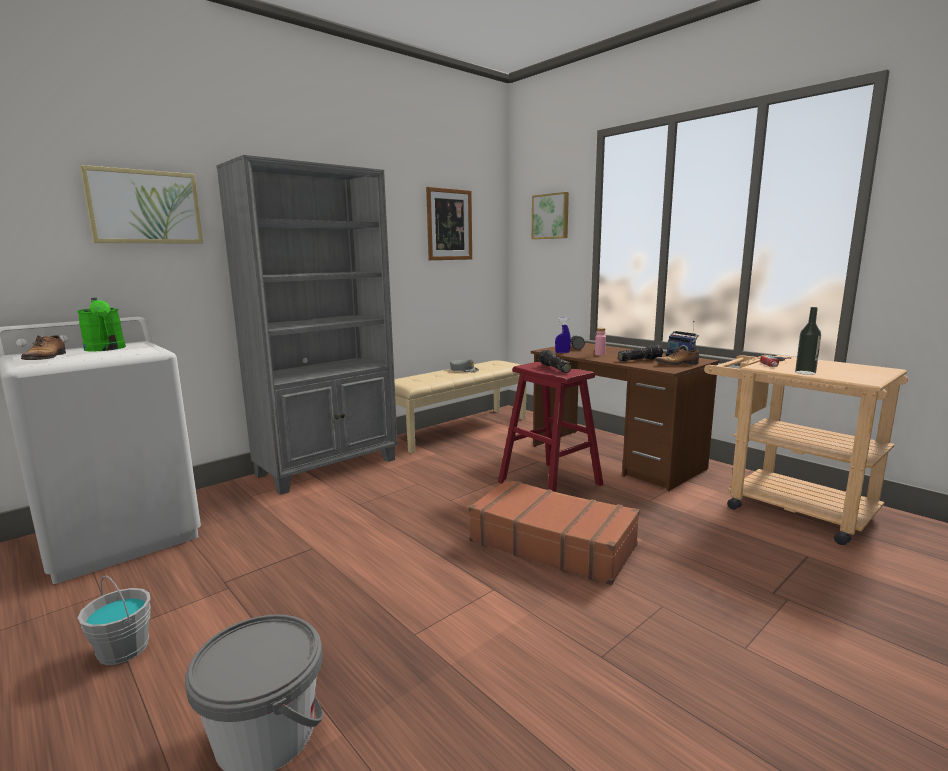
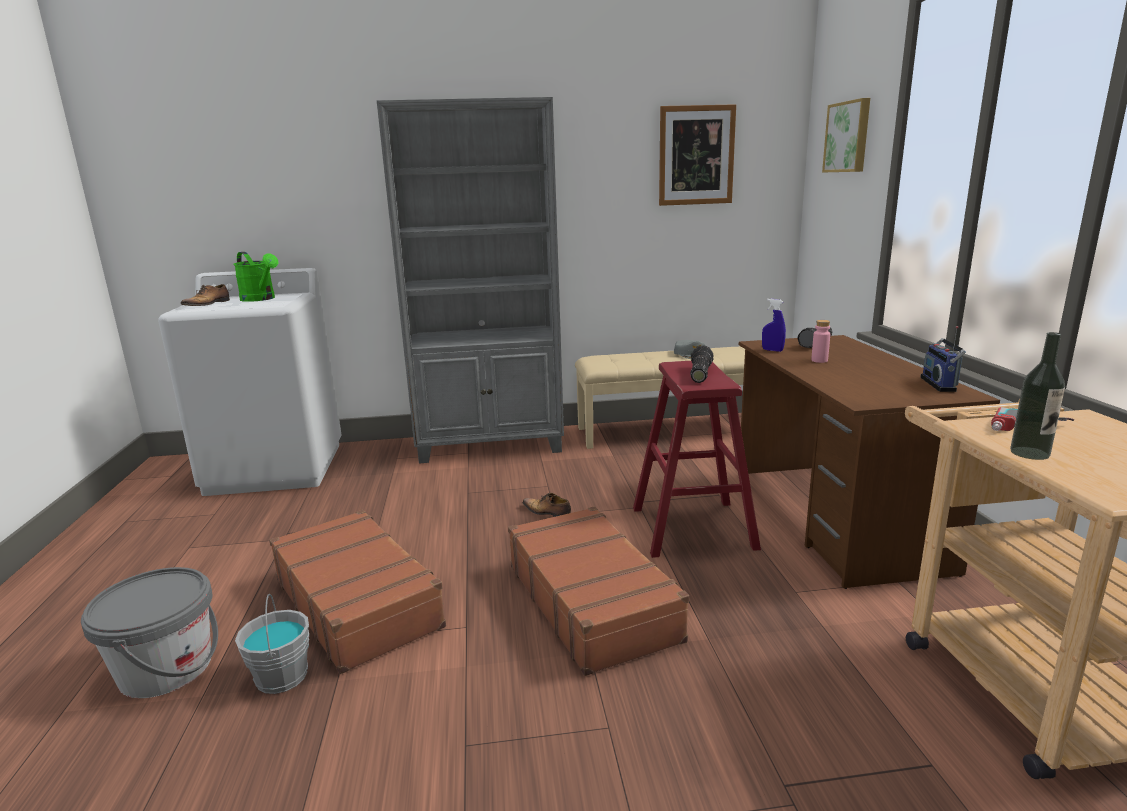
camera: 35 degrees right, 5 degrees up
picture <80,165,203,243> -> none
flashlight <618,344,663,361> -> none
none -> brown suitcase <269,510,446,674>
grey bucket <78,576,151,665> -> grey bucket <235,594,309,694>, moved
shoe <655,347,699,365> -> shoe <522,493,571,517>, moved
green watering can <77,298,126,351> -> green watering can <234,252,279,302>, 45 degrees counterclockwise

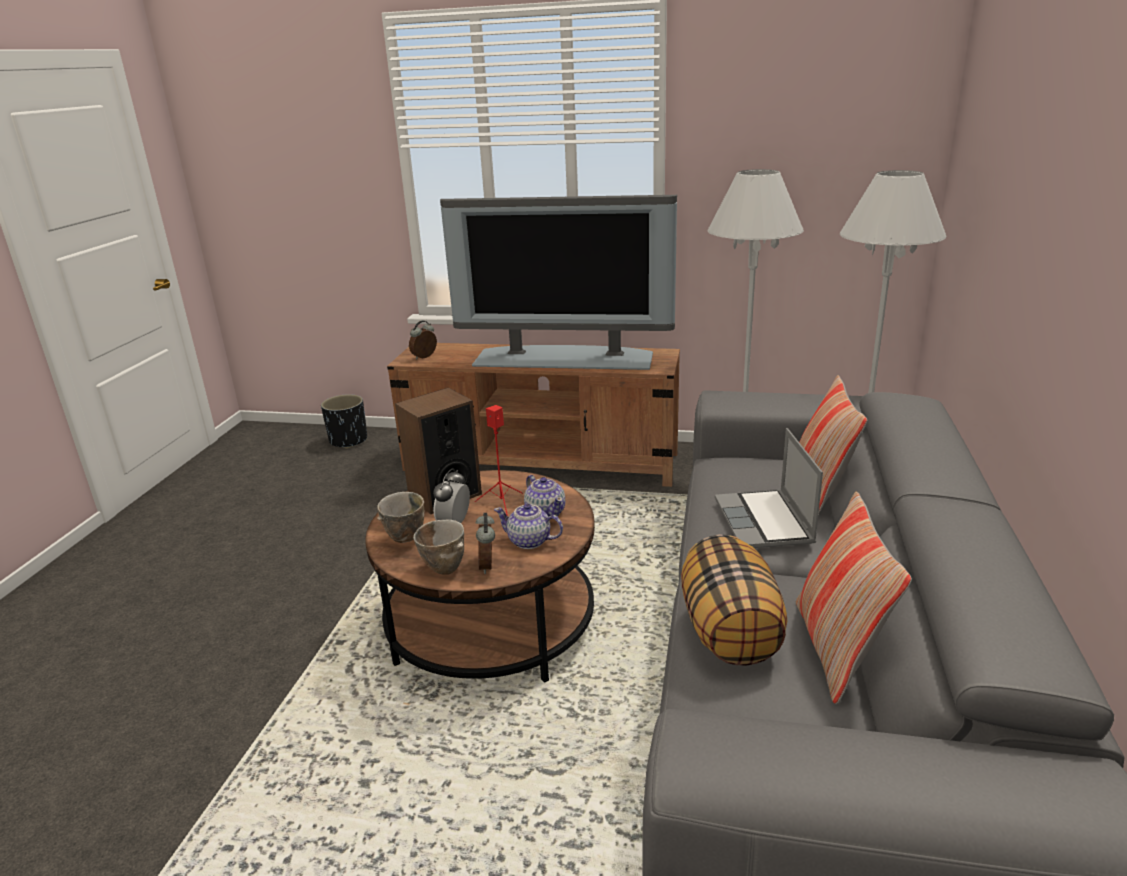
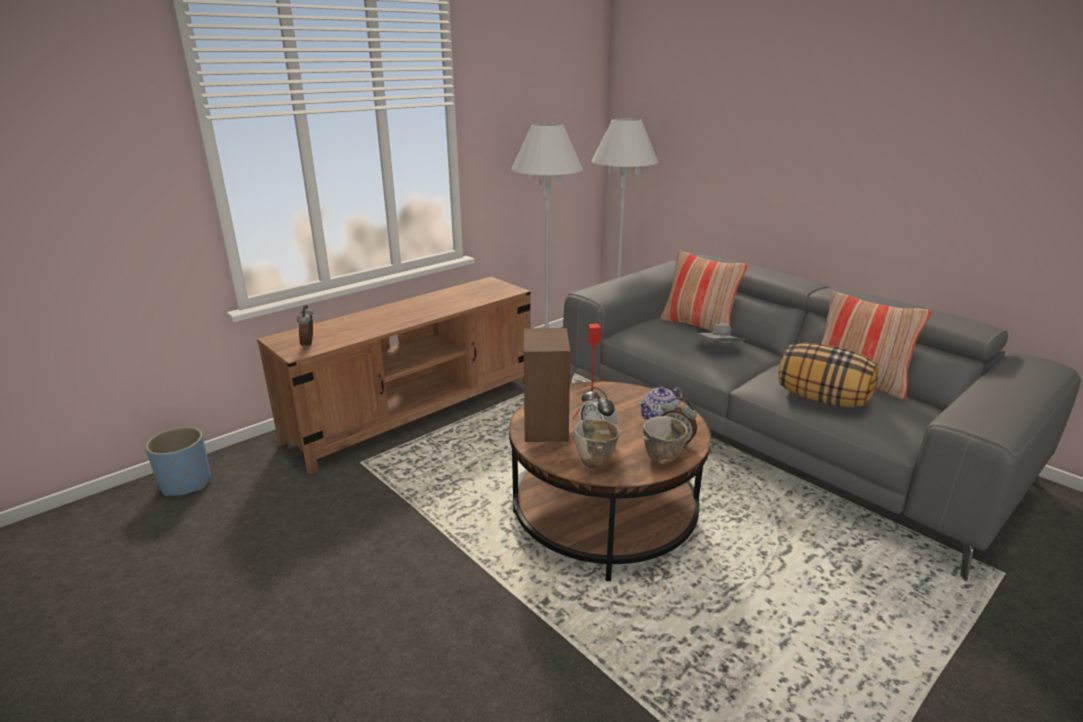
camera: 55 degrees left, 0 degrees up
television <440,195,677,370> -> none
teapot <524,475,565,517> -> none
laptop <715,428,823,548> -> grey hat <696,323,745,342>
black planter <321,394,367,449> -> blue planter <145,427,211,496>

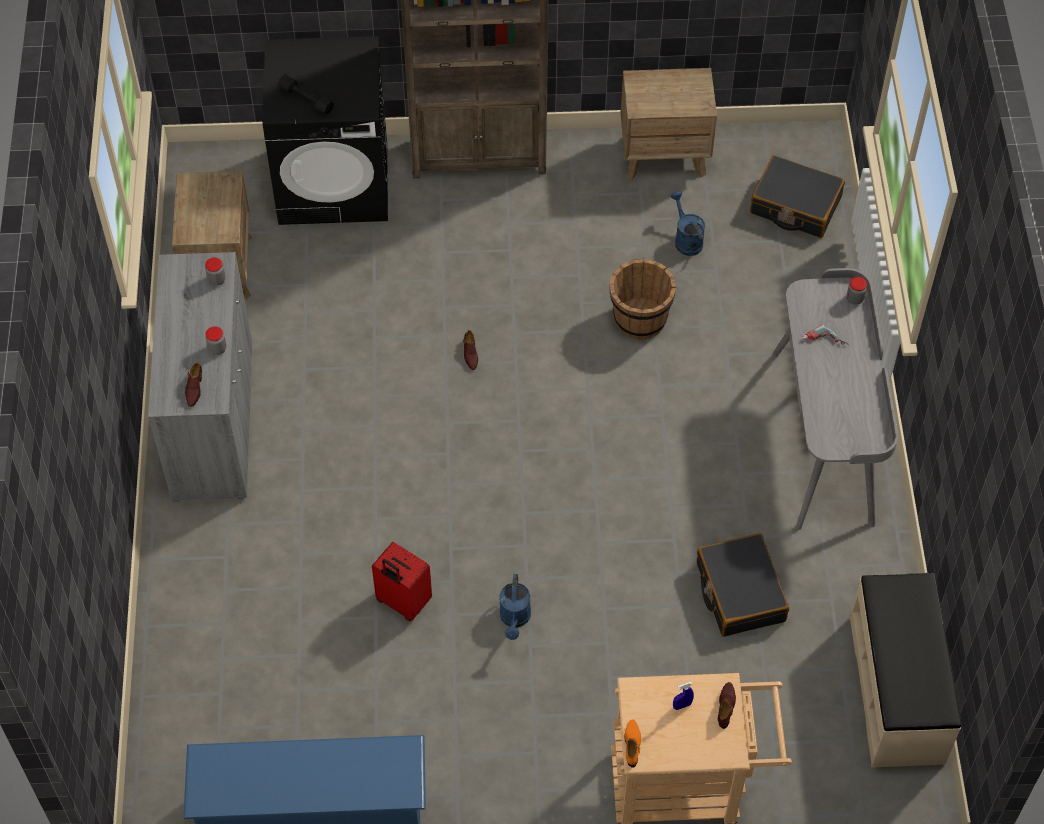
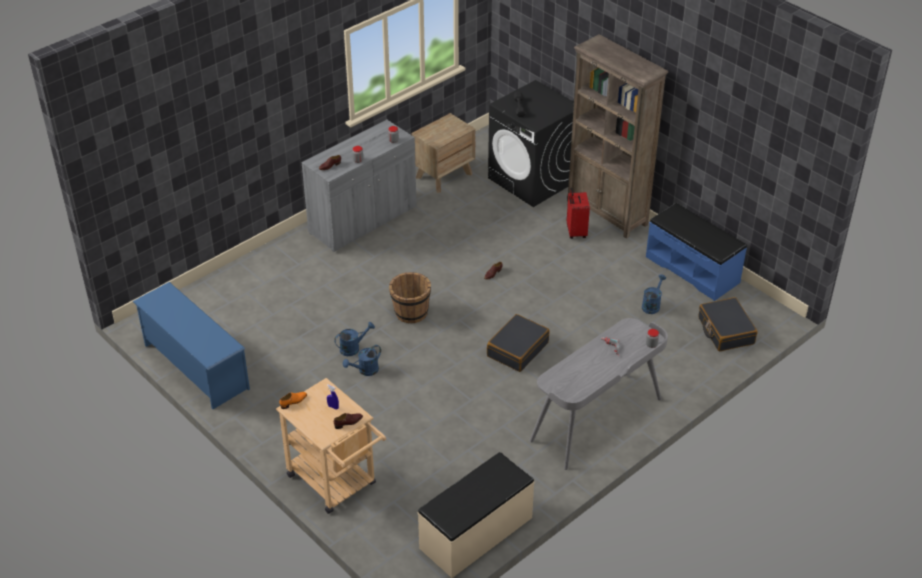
camera: 50 degrees right, 15 degrees down
none -> blue watering can <334,322,375,356>
red suitcase <372,542,432,621> -> red suitcase <567,188,590,239>, moved
brown bucket <609,259,676,340> -> brown bucket <389,272,431,323>, moved
black suitcase <697,533,789,637> -> black suitcase <487,314,550,372>, moved
brown nightstand <621,68,717,180> -> blue bench <646,203,747,301>

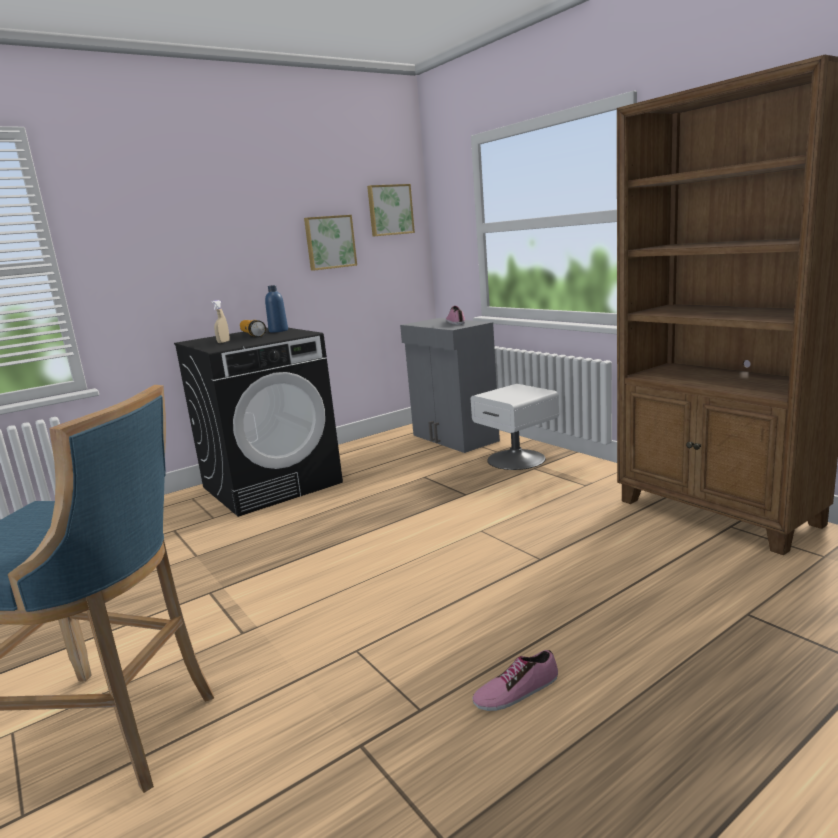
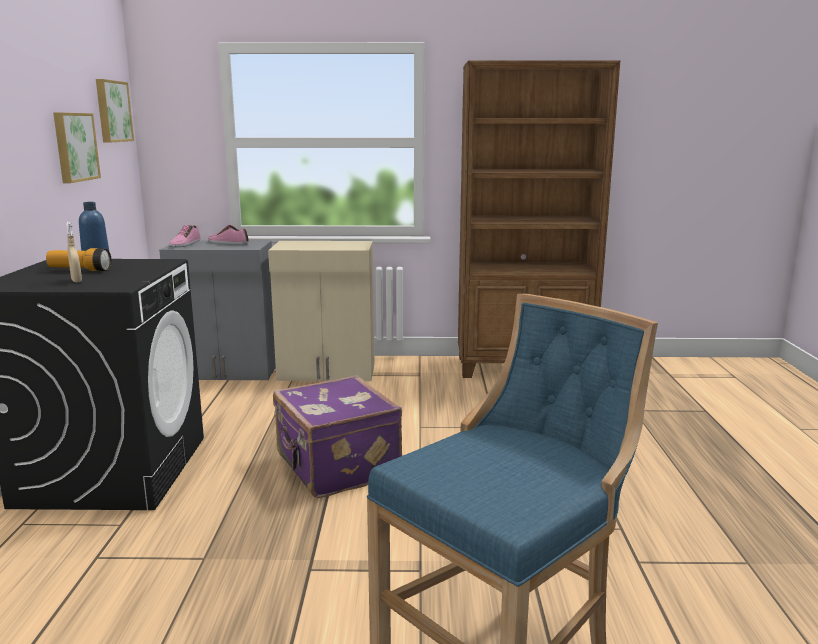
camera: 55 degrees left, 0 degrees up
none -> purple suitcase <273,376,402,498>
shoe <473,650,558,711> -> shoe <169,225,200,247>, moved
white nightstand <471,384,559,470> -> beige cabinet <268,241,375,381>

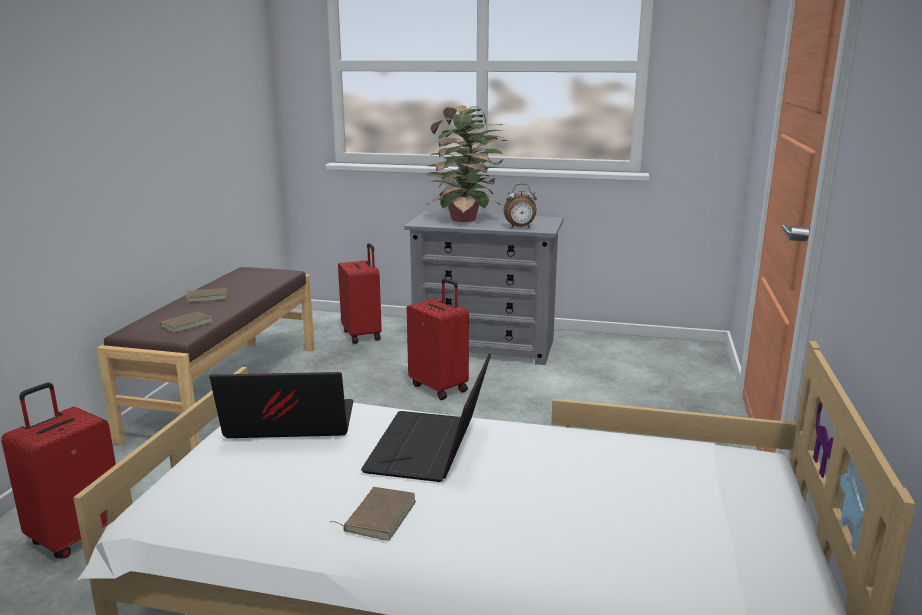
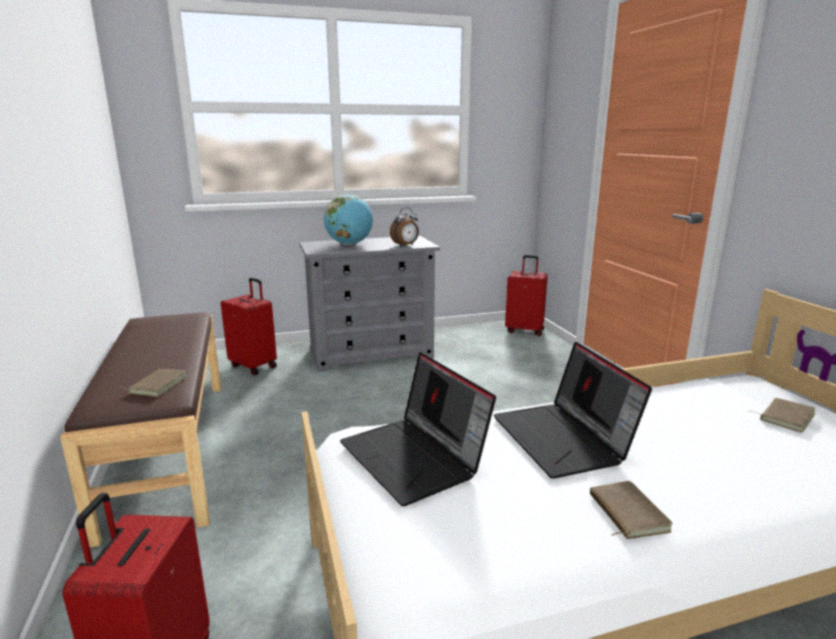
camera: 30 degrees left, 0 degrees up
brown book <186,288,227,303> -> brown book <752,398,815,433>, moved
red suitcase <406,278,469,400> -> red suitcase <505,255,548,336>, moved
potted plant <426,105,508,222> -> globe <324,194,373,245>
laptop <209,372,354,438> -> laptop <340,352,496,506>, 90 degrees counterclockwise

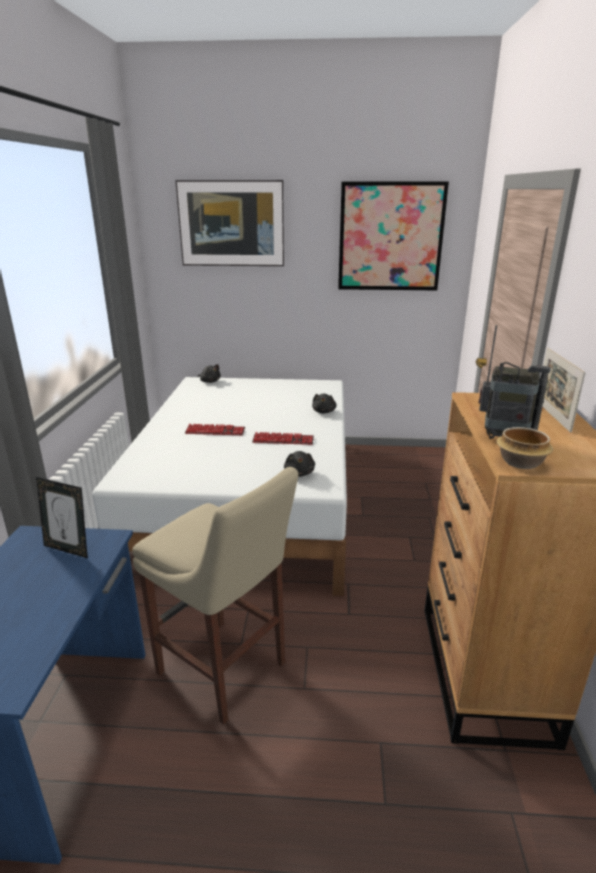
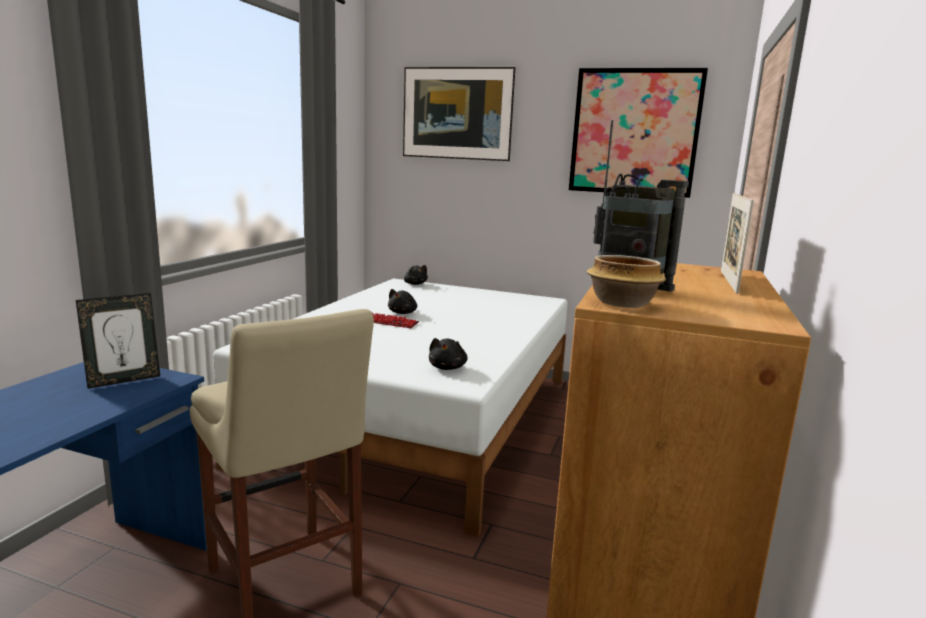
camera: 15 degrees right, 10 degrees down
keyboard <252,432,314,445> -> none
black plush toy <312,394,337,413> -> black plush toy <388,289,417,314>, moved
picture frame <36,477,88,558> -> picture frame <76,293,160,389>, 75 degrees counterclockwise

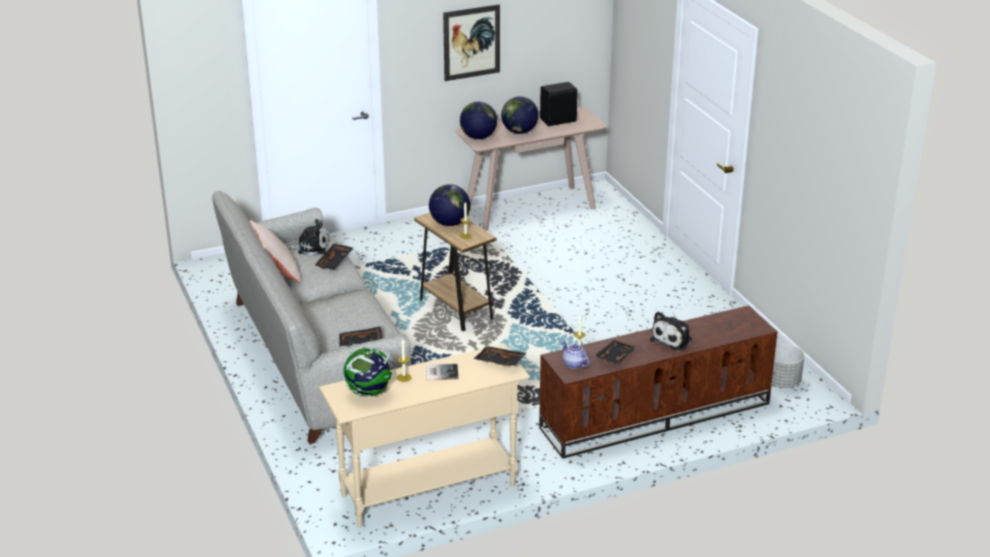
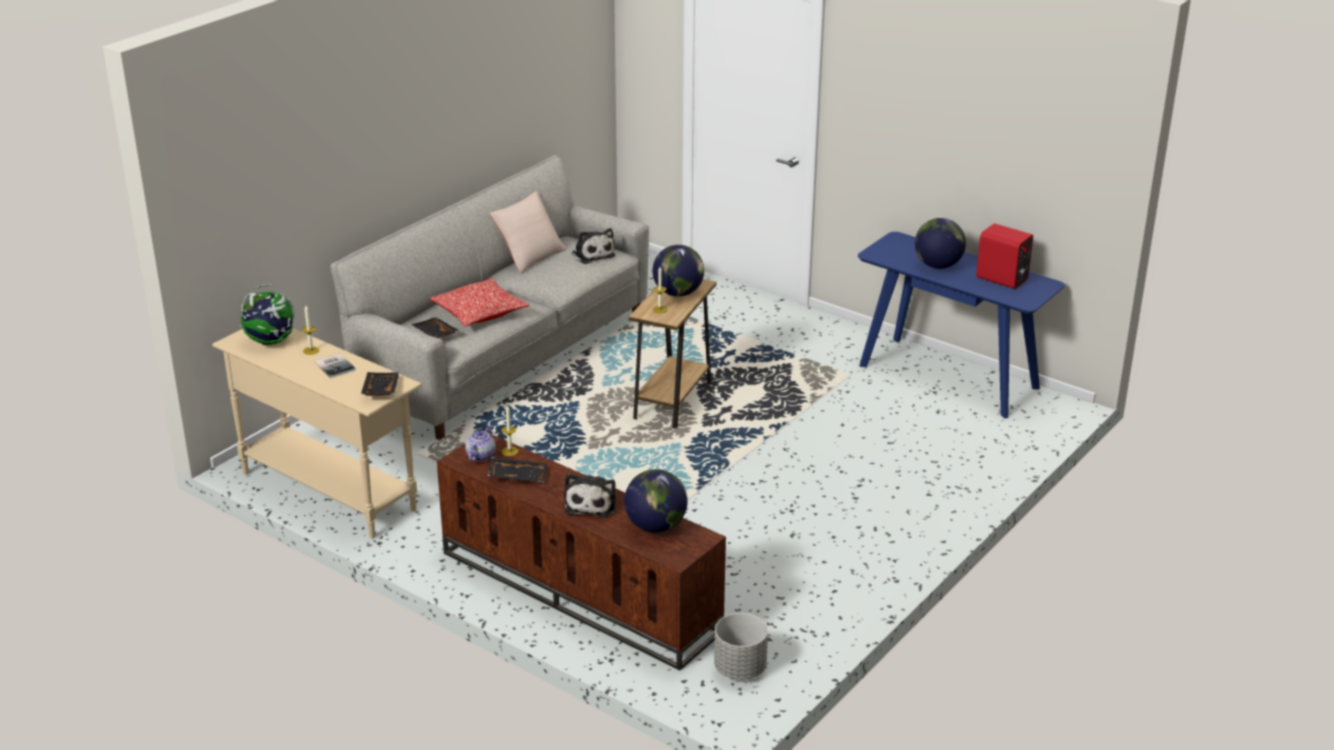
camera: 60 degrees right, 0 degrees up
black tray <315,243,353,270> -> none
picture <443,4,500,81> -> none
none -> pillow <430,278,529,327>
globe <460,102,497,139> -> globe <624,469,688,533>, moved
beige console table <456,107,607,231> -> blue console table <858,232,1065,418>
black speaker <540,82,578,126> -> red speaker <976,223,1033,289>
plush toy <650,311,692,350> -> plush toy <564,473,616,517>, 90 degrees counterclockwise

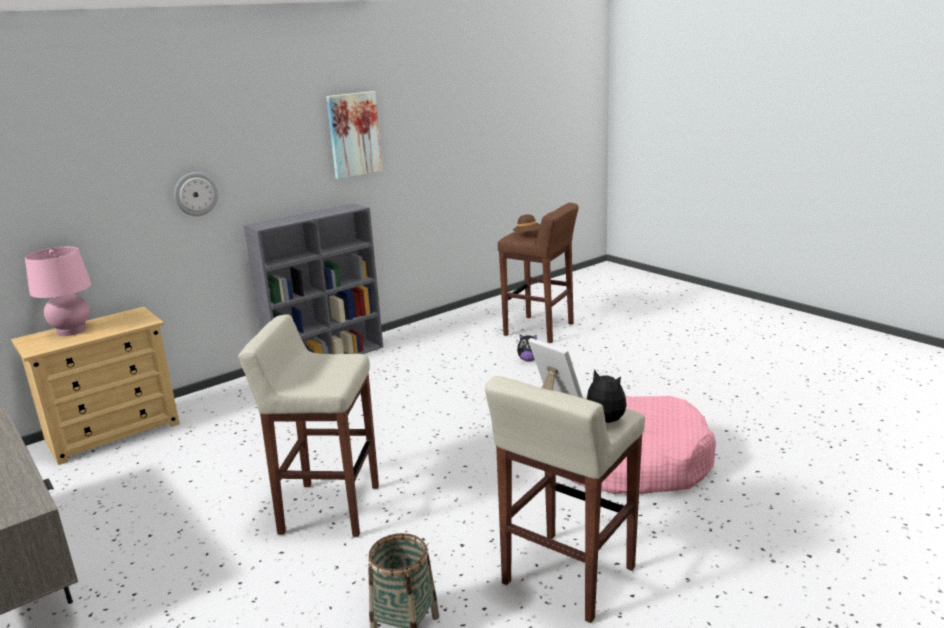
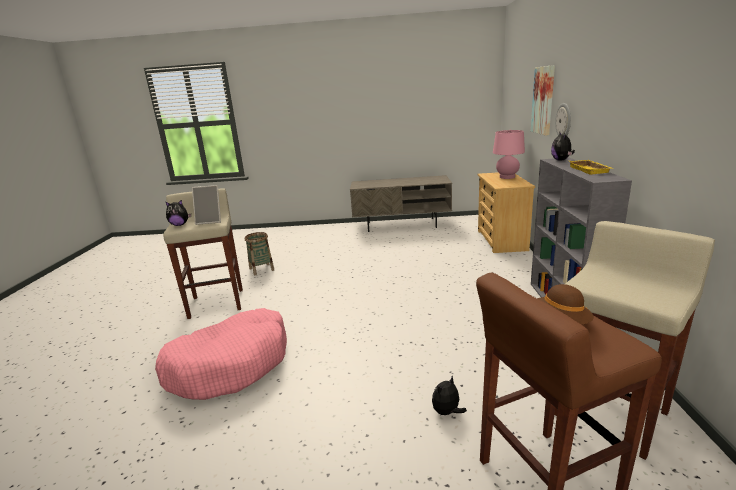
camera: 130 degrees right, 0 degrees up
none -> plush toy <551,131,575,161>
none -> yellow tray <569,160,612,175>
beige stool <238,315,379,537> -> beige stool <554,221,715,460>, moved
picture <326,91,382,179> -> picture <531,65,555,136>, moved

